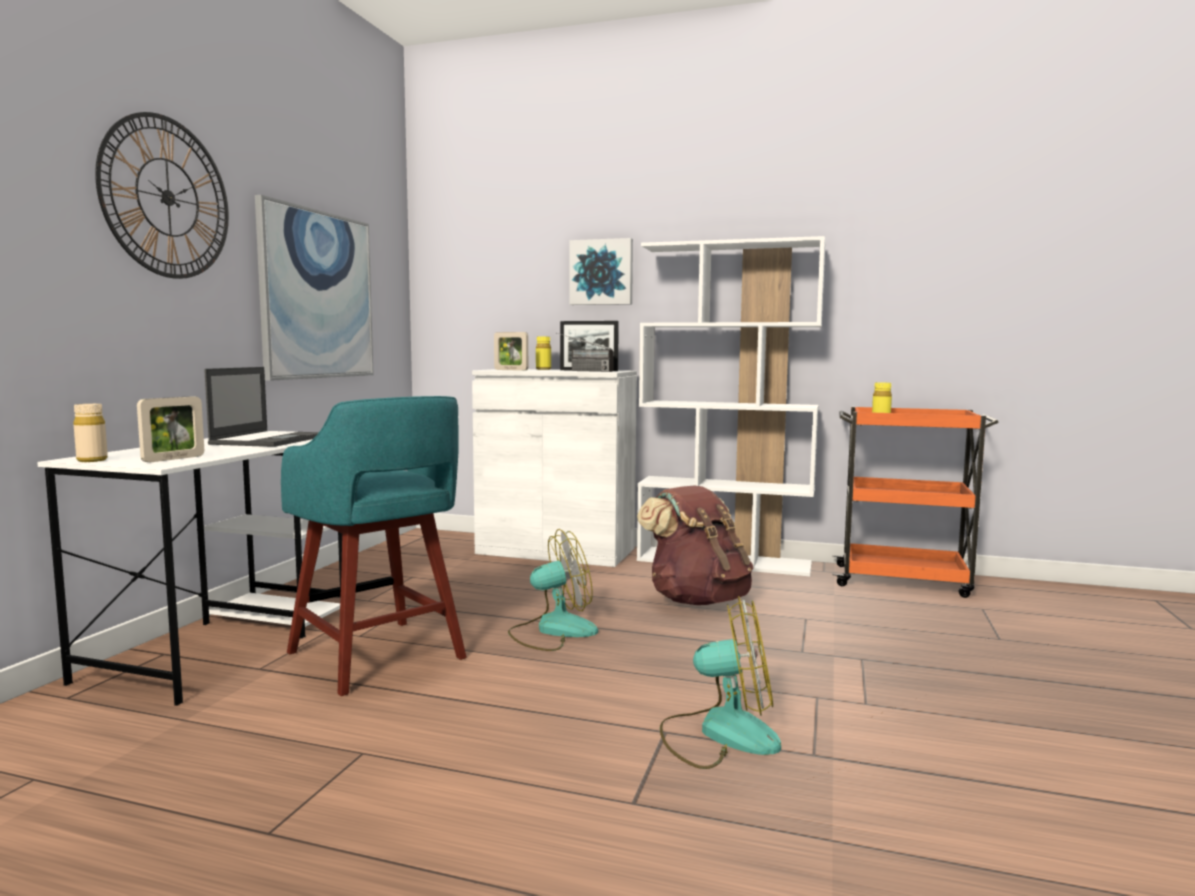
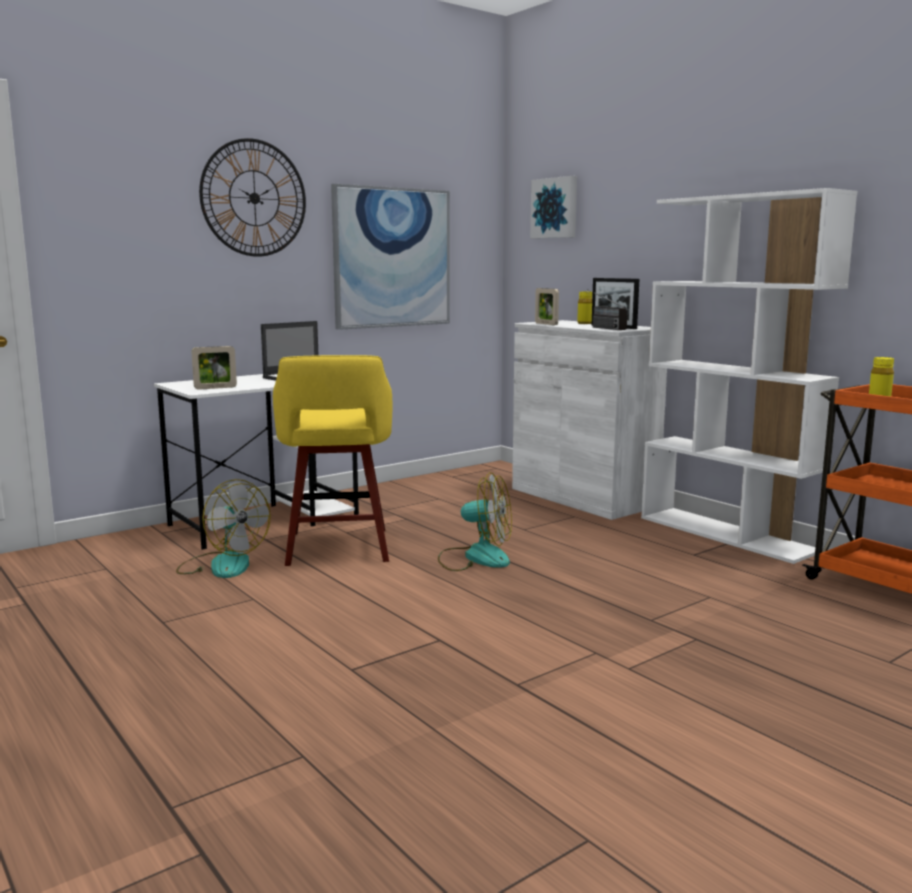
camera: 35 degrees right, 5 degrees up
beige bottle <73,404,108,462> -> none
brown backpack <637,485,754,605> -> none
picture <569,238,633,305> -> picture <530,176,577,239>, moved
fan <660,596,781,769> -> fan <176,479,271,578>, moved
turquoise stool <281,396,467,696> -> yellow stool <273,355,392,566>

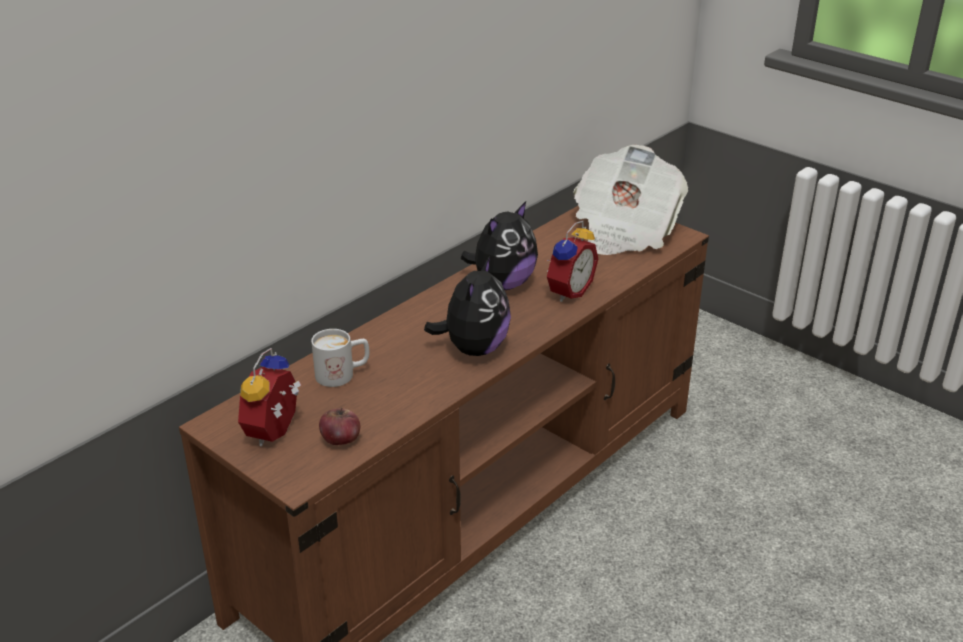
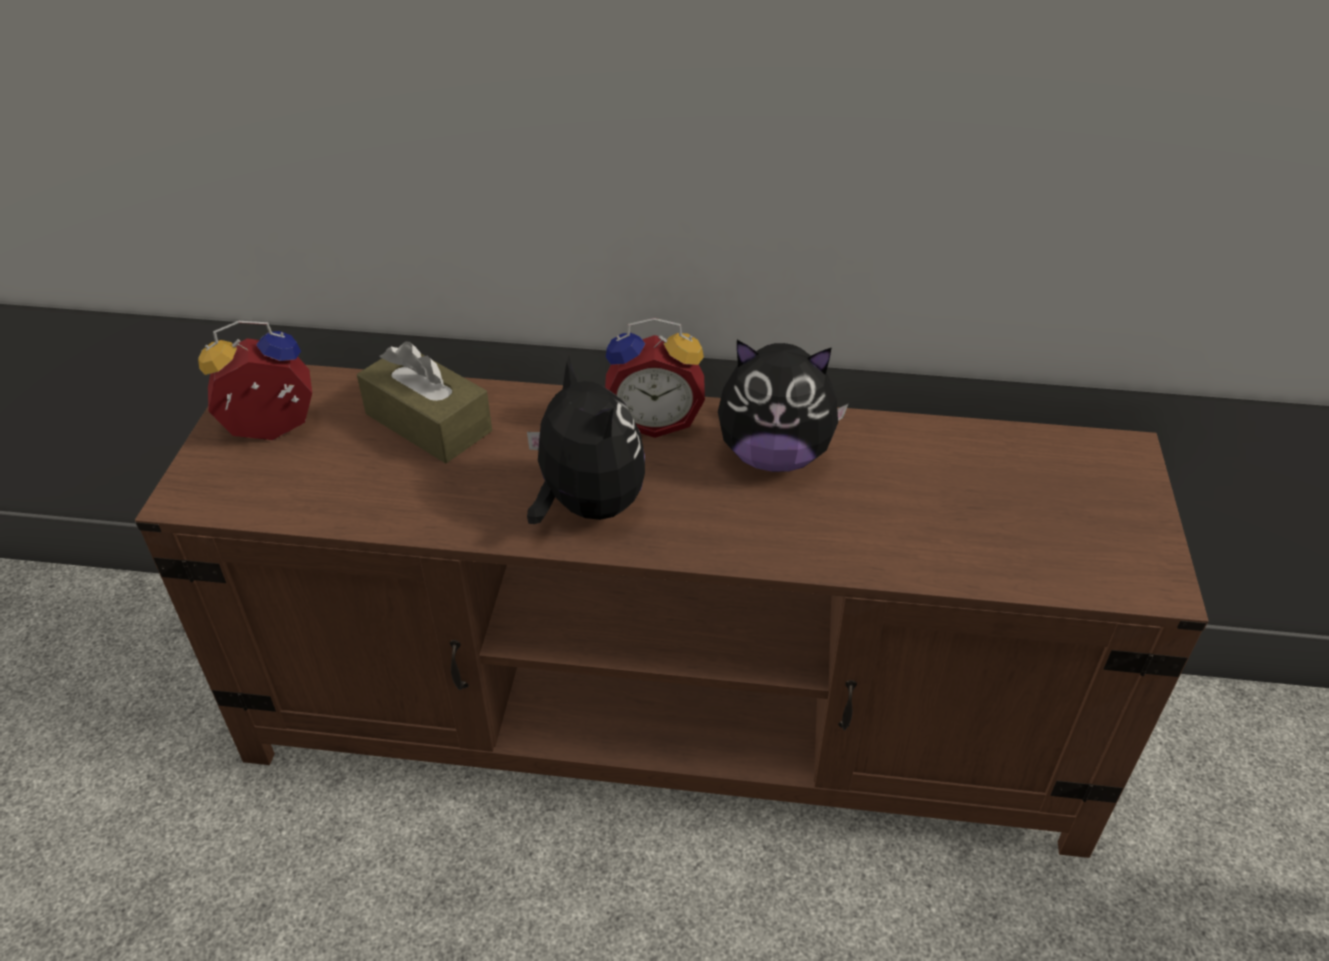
camera: 55 degrees right, 10 degrees up
apple <319,408,360,445> -> none
newspaper <573,145,688,255> -> none
alarm clock <546,221,598,302> -> alarm clock <605,318,705,438>, moved
white mug <311,329,369,387> -> brown tissue box <357,341,492,463>
plush toy <424,255,511,356> -> plush toy <527,356,645,524>, 105 degrees counterclockwise

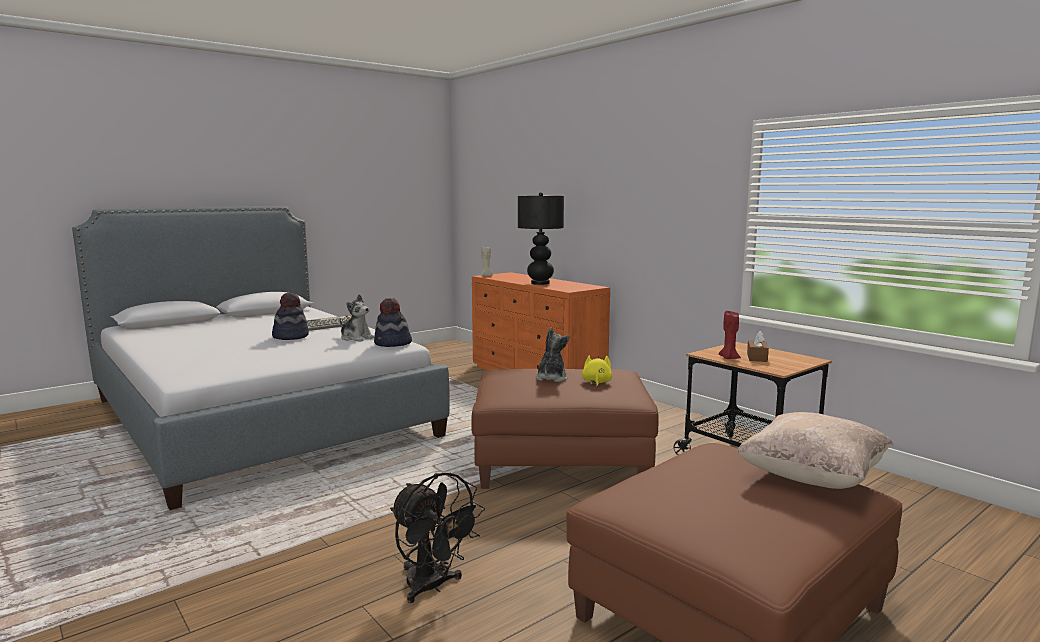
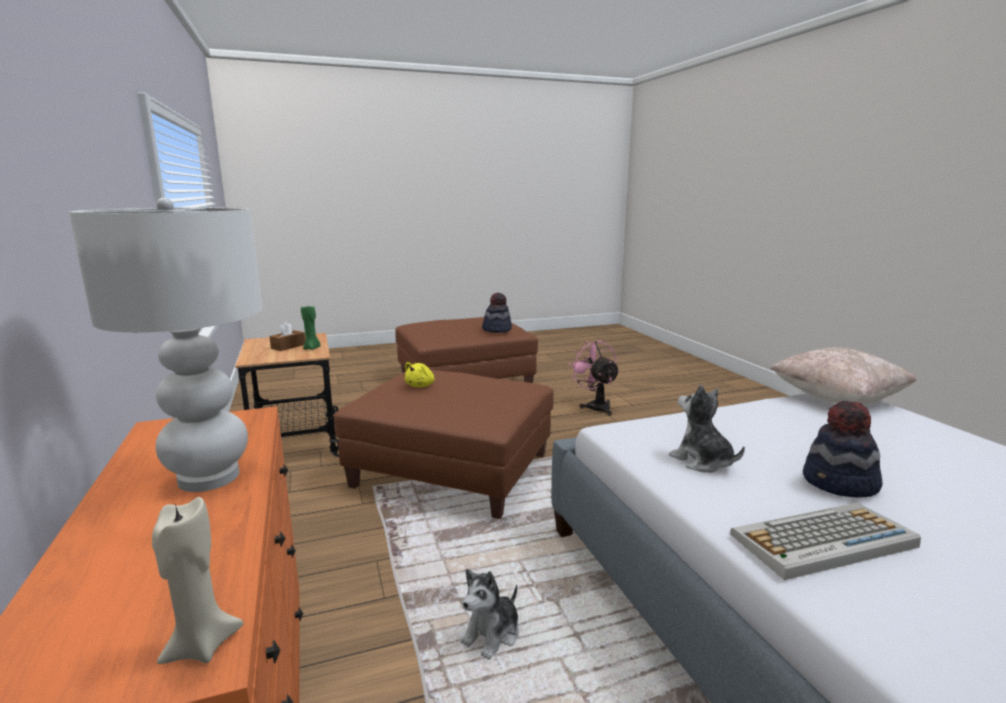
camera: 160 degrees left, 5 degrees up
hat <374,298,412,347> -> hat <482,293,512,333>, moved
plush toy <536,327,570,382> -> plush toy <461,569,519,660>, moved
beige pillow <737,412,893,489> -> beige pillow <770,347,916,405>, moved
black fan <390,473,485,603> -> pink fan <569,340,620,416>
black table lamp <518,192,564,285> -> white table lamp <69,198,263,492>
red candle <719,311,741,359> -> green candle <301,305,321,350>

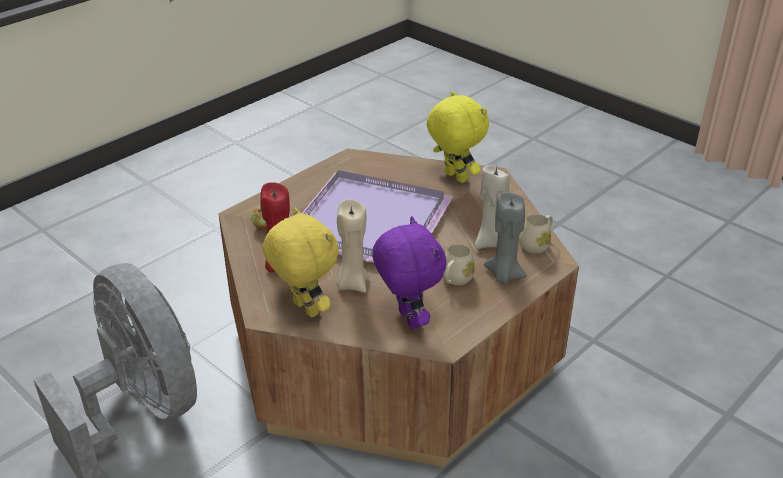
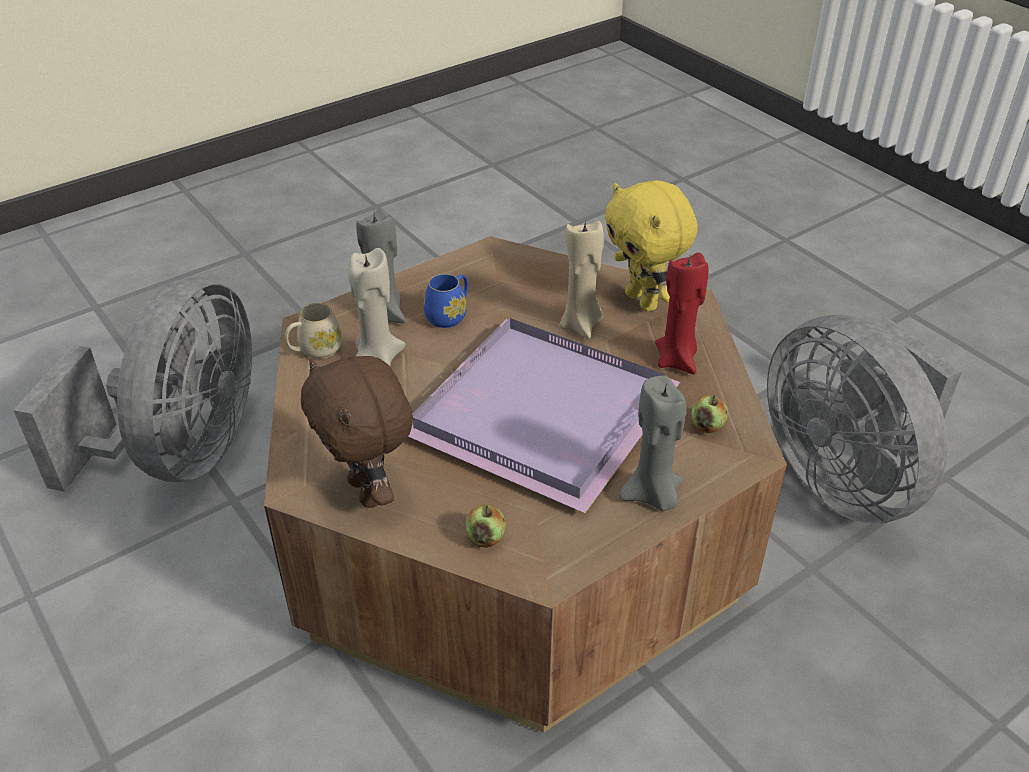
camera: 170 degrees left, 5 degrees up
purple plush toy <372,216,446,329> -> none
none -> grey fan <13,277,252,491>
none -> apple <465,504,506,548>
none -> grey candle <619,376,687,511>
yellow plush toy <427,91,489,183> -> brown plush toy <301,356,413,508>
beige mug <443,244,475,285> -> blue mug <424,274,468,328>

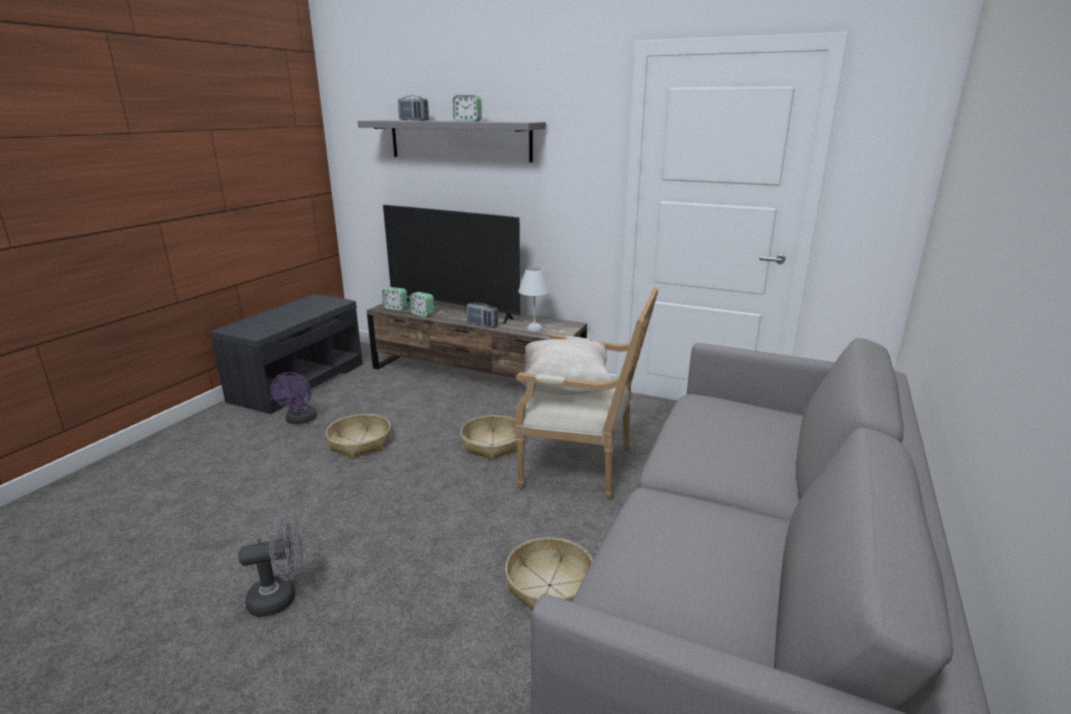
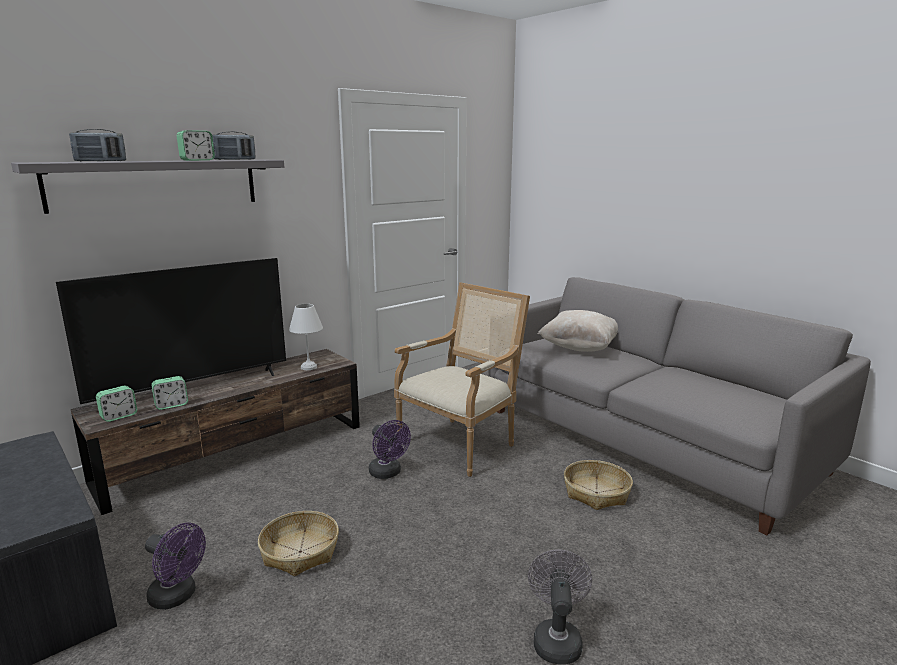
camera: 65 degrees left, 5 degrees down
radio <467,303,498,328> -> radio <212,132,255,160>, moved
beige pillow <520,339,612,395> -> beige pillow <538,310,618,352>, moved
basket <460,415,517,460> -> purple fan <369,420,411,479>

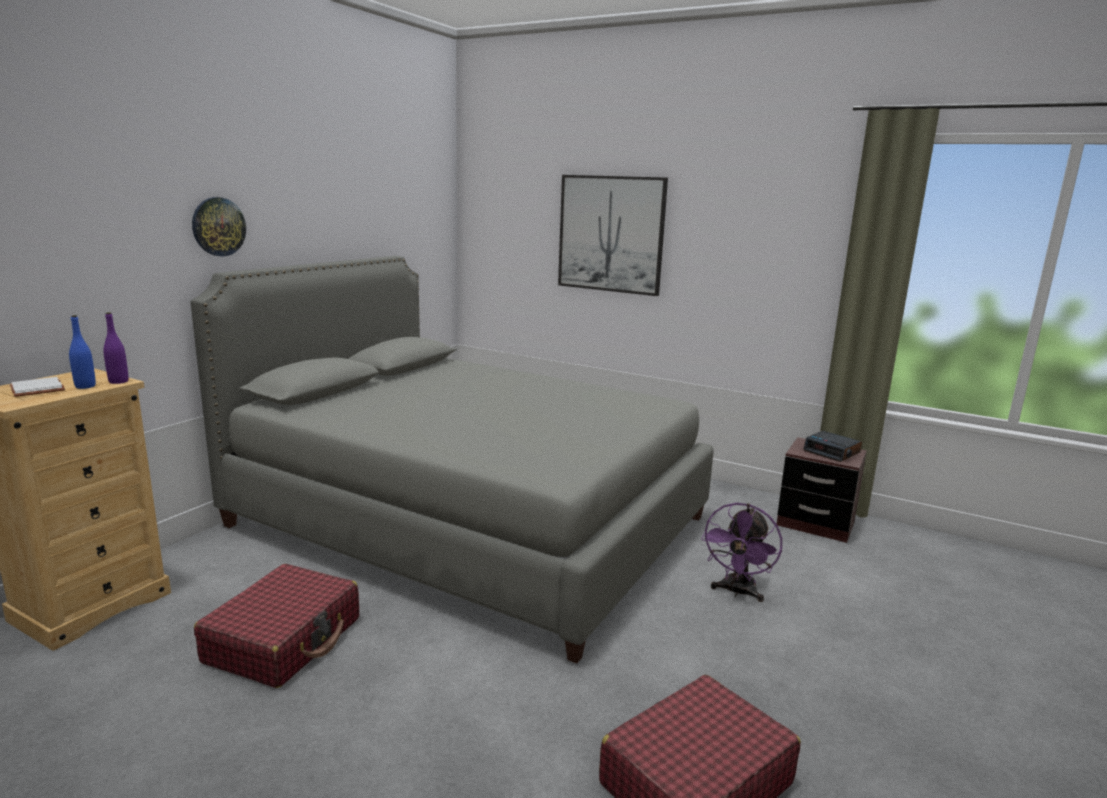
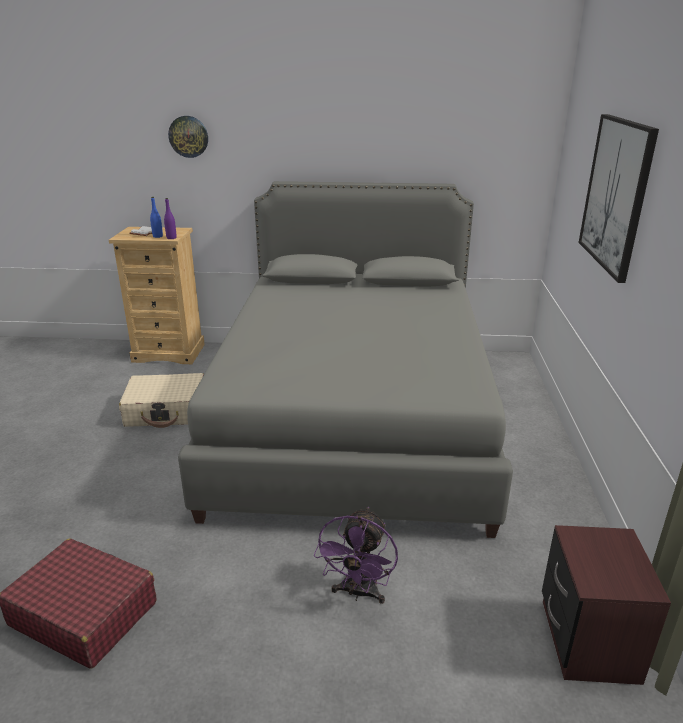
camera: 65 degrees right, 10 degrees up
alarm clock <803,431,862,462> -> none
wall clock <192,197,246,256> -> wall clock <168,116,208,158>, moved
red suitcase <194,564,359,688> -> beige suitcase <119,373,204,428>
purple fan <701,503,782,602> -> purple fan <314,507,398,604>, 75 degrees counterclockwise

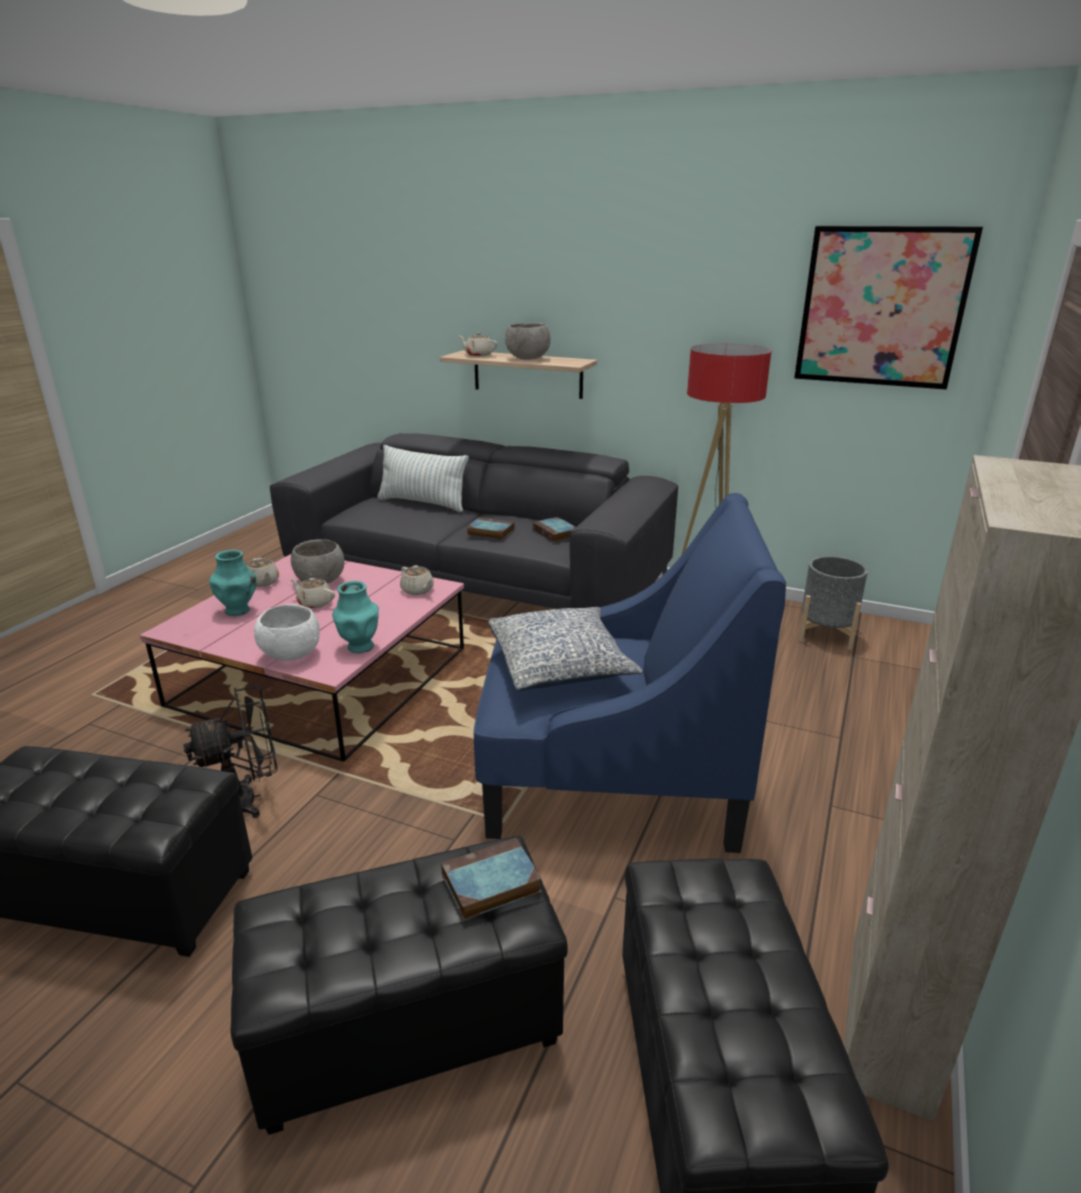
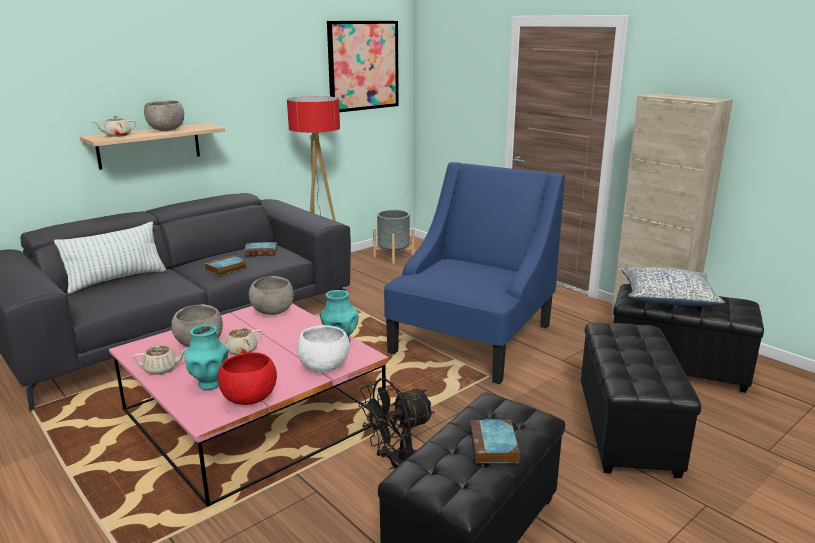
camera: 65 degrees left, 5 degrees down
none -> red bowl <218,352,277,405>
book <441,838,542,920> -> book <470,420,520,463>, moved
pillow <489,607,643,691> -> pillow <621,267,726,307>, moved
beige teapot <400,565,434,595> -> grey bowl <249,276,293,315>
black fan <183,685,278,818> -> black fan <358,378,435,470>, 120 degrees counterclockwise

